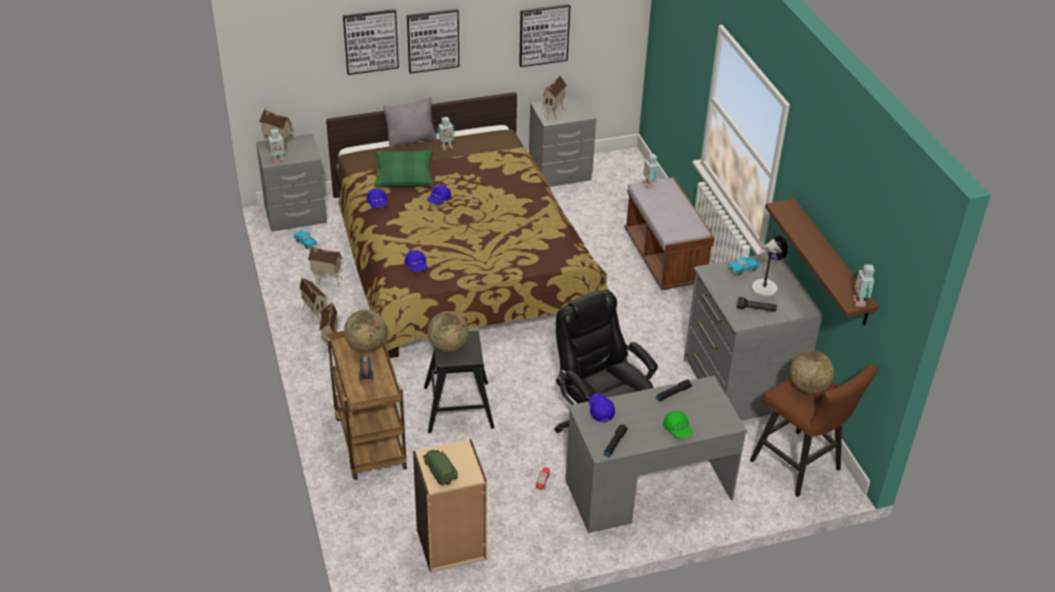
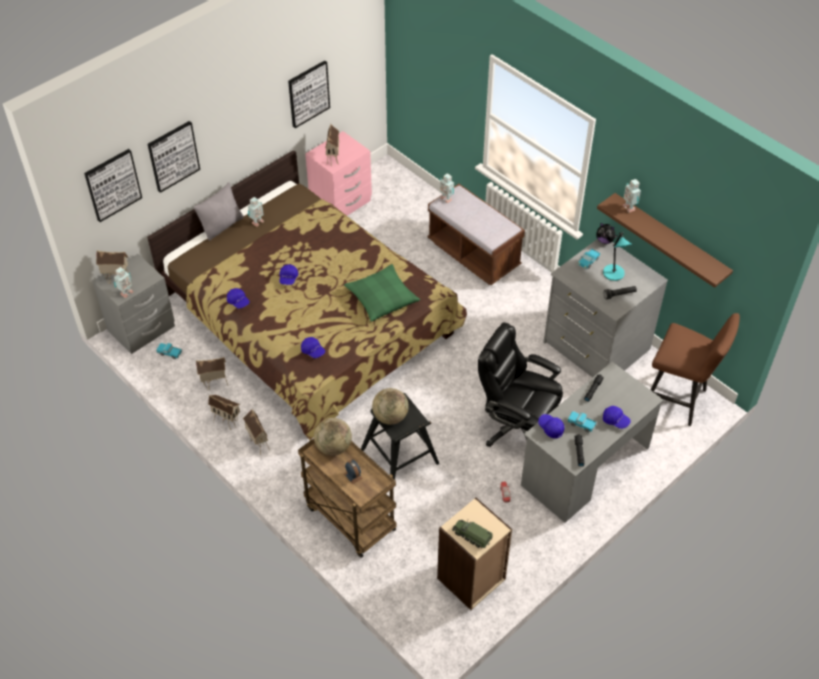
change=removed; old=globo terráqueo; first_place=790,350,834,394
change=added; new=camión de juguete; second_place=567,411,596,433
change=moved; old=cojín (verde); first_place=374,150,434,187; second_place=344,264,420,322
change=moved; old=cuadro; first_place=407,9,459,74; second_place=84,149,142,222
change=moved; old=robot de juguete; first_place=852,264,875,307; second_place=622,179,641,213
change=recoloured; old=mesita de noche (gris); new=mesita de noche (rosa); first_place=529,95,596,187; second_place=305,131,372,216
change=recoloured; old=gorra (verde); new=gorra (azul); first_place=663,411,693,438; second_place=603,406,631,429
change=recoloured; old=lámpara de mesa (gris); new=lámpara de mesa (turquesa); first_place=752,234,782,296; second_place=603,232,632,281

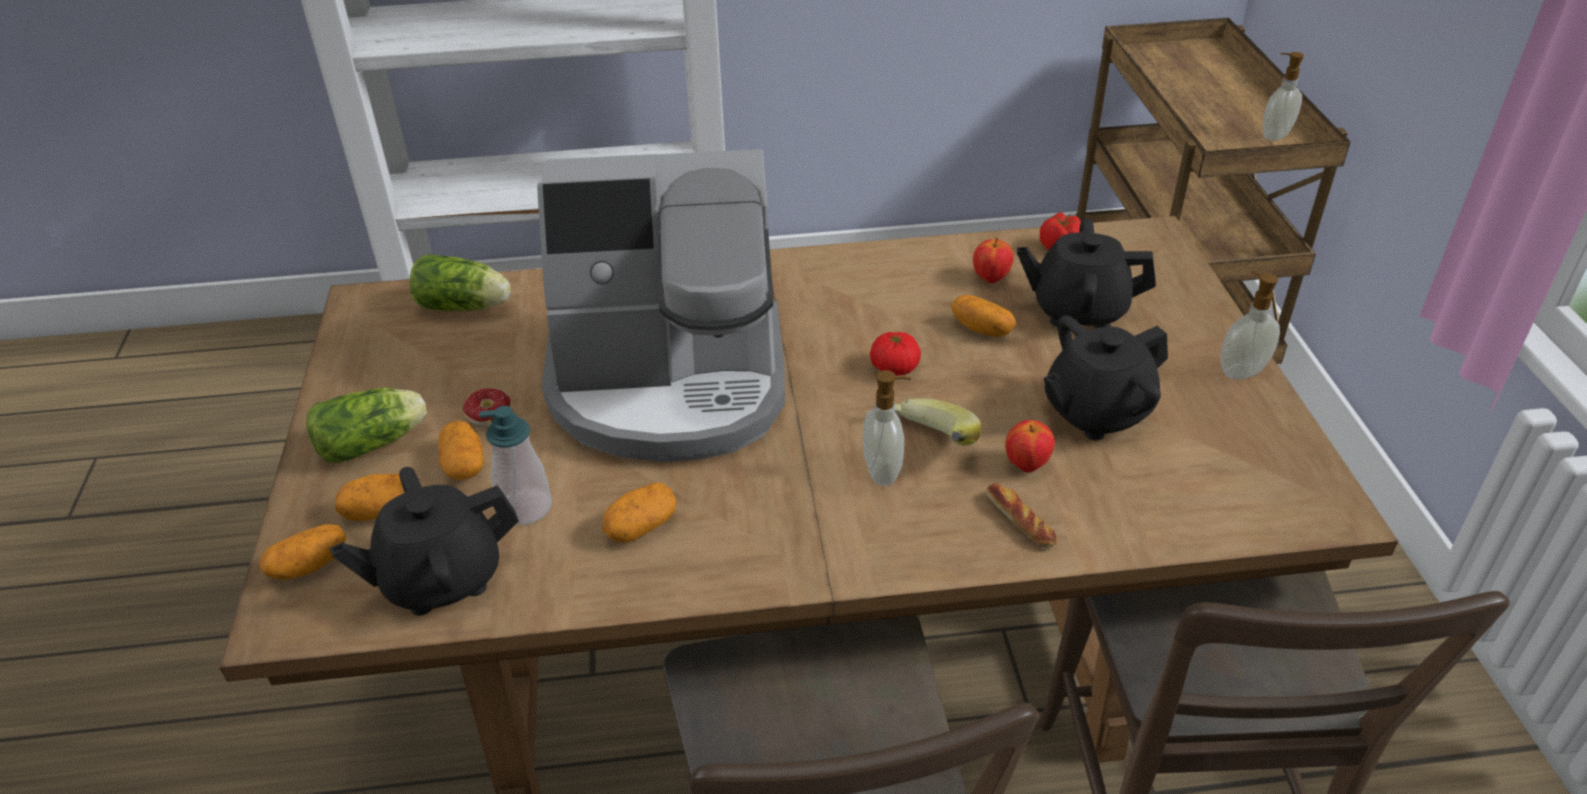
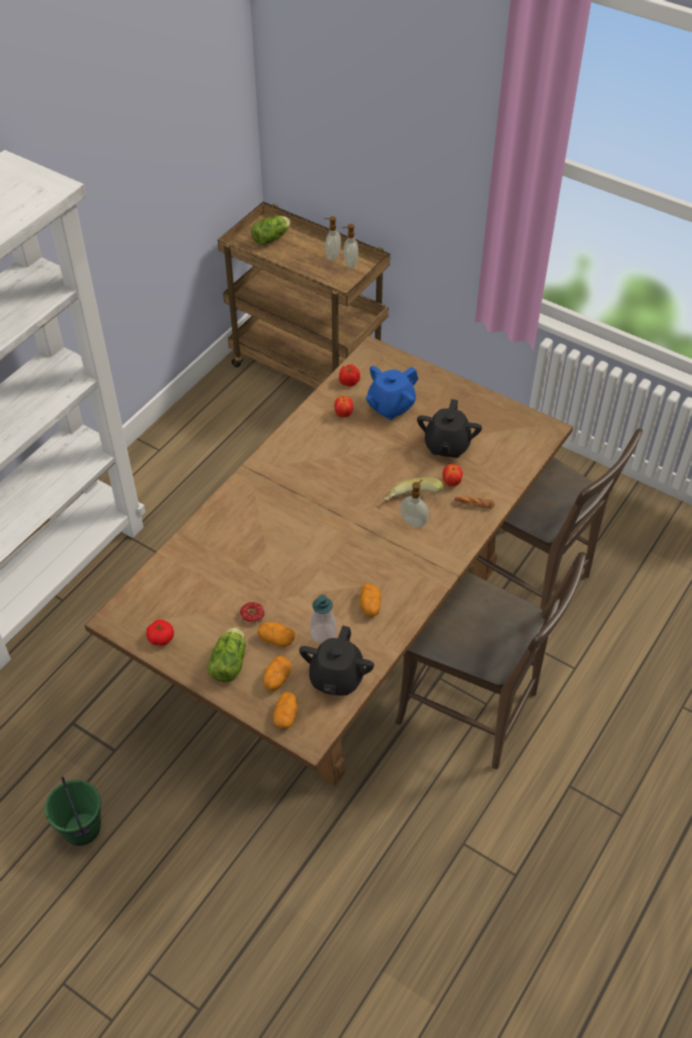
change=removed; old=cafetera; first_place=537,149,785,462
change=removed; old=patata; first_place=951,295,1017,337
change=added; new=cubo (verde); second_place=44,777,101,846
change=moved; old=lechuga; first_place=410,254,511,311; second_place=251,216,291,245
change=moved; old=tomate; first_place=870,332,921,376; second_place=146,620,174,646
change=moved; old=dispensador de jabón; first_place=1220,271,1280,380; second_place=324,216,341,261
change=recoloured; old=tetera (negro); new=tetera (azul); first_place=1017,218,1156,328; second_place=365,366,418,420

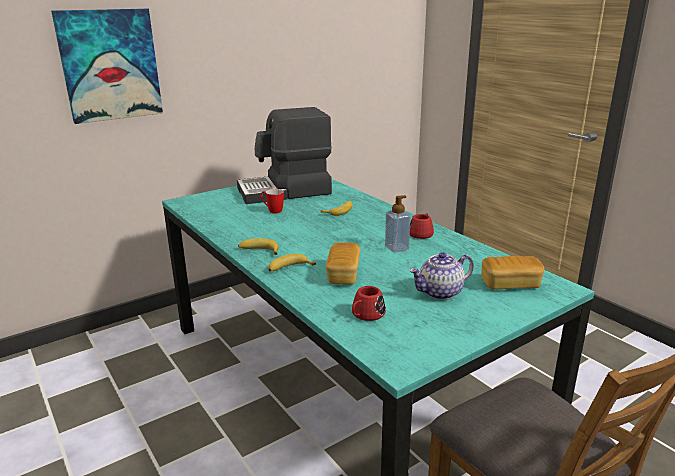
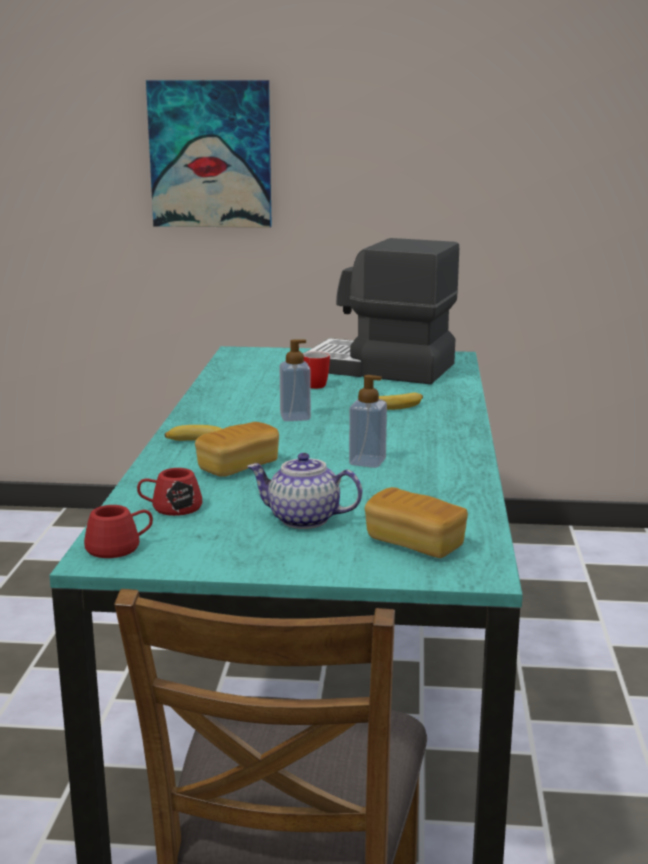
change=removed; old=plátano; first_place=238,238,279,255
change=added; new=dispensador de jabón; second_place=280,339,311,421
change=moved; old=taza grande (rojo); first_place=410,213,434,239; second_place=84,505,153,558

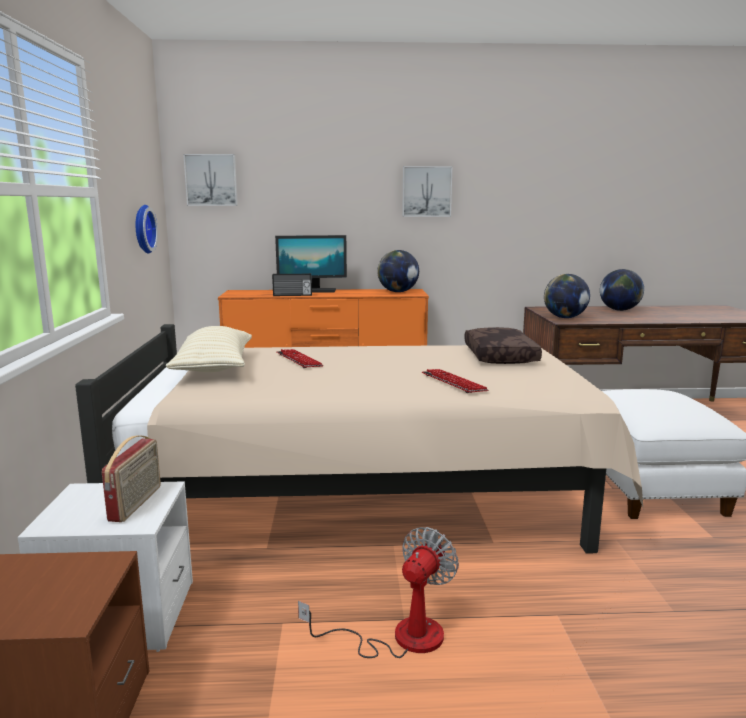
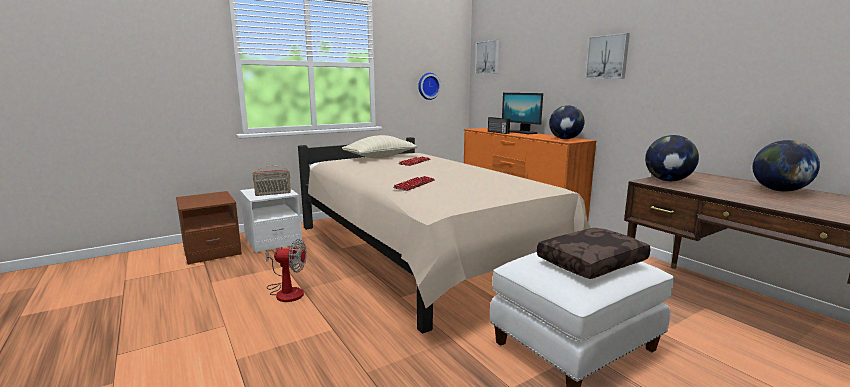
change=moved; old=cojín (marrón); first_place=464,327,542,364; second_place=537,228,651,279

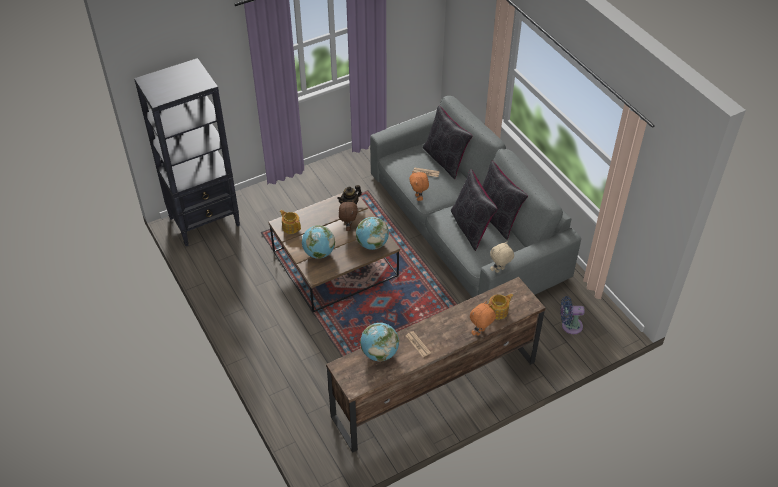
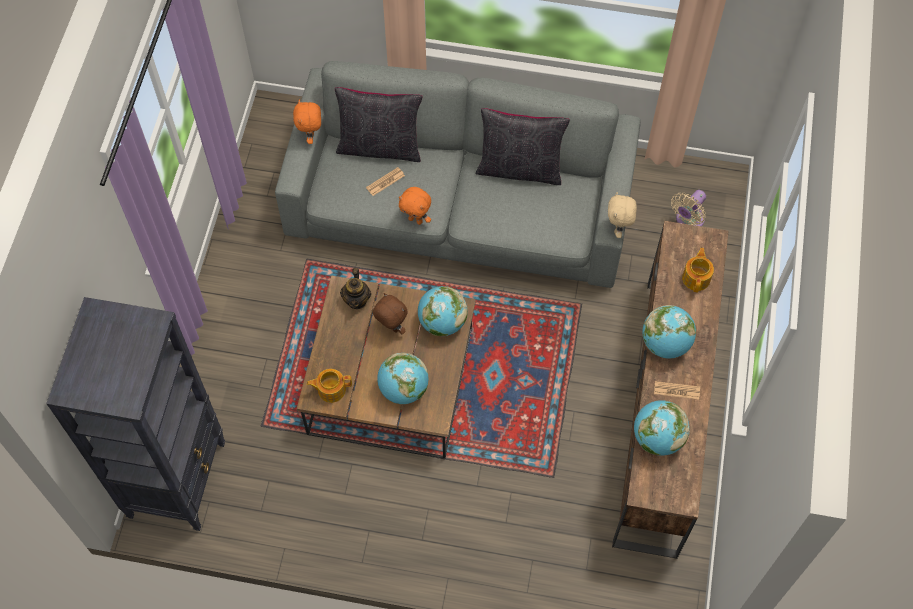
change=removed; old=cojín (negro); first_place=451,169,498,251
change=added; new=globo terráqueo; second_place=642,305,696,358
change=moved; old=peluche (naranja); first_place=470,301,496,336; second_place=293,100,321,144
change=recoloured; old=ventilador (azul); new=ventilador (beis); first_place=561,296,585,334; second_place=671,190,706,226

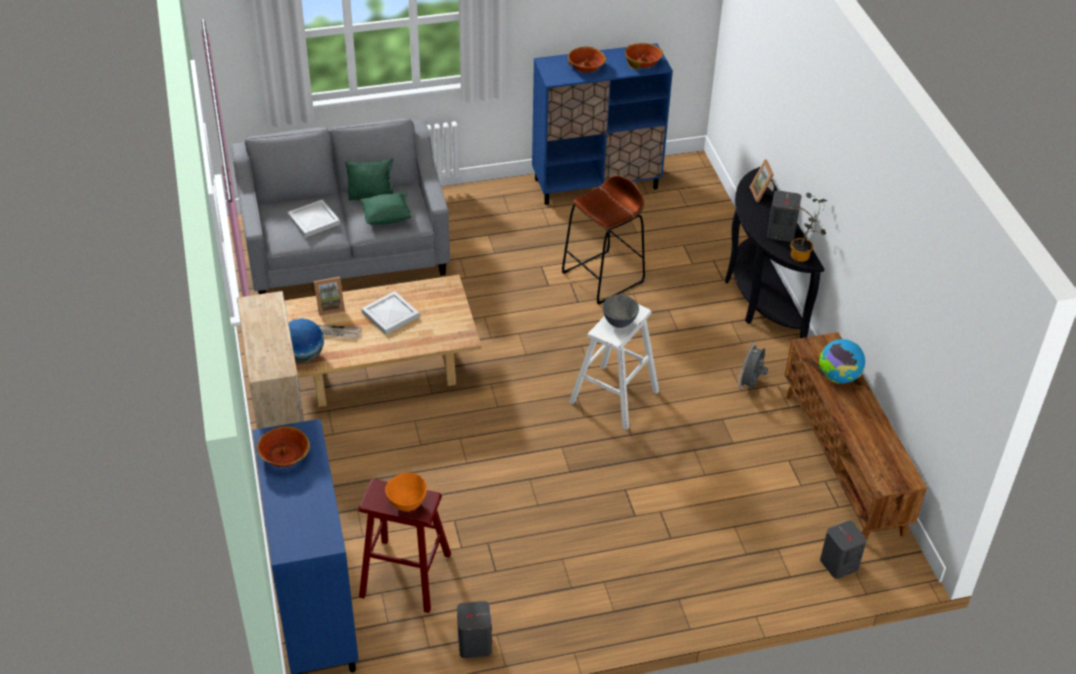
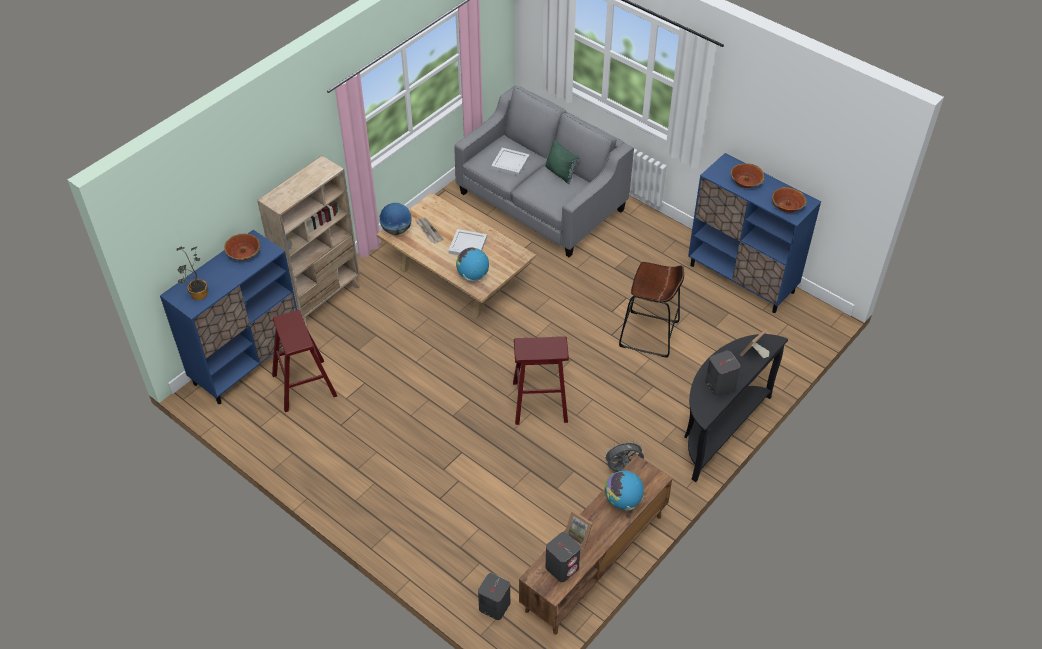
change=removed; old=cojín (verde); first_place=360,192,413,225
change=removed; old=cuenco (naranja); first_place=385,473,427,511
change=removed; old=cuenco (gris); first_place=602,294,639,328
change=added; new=globo terráqueo; second_place=456,248,489,281
change=moved; old=portarretratos; first_place=314,277,345,316; second_place=565,510,593,550
change=moved; old=altavoz (gris); first_place=457,601,492,658; second_place=545,532,581,582
change=moved; old=planta en maceta; first_place=789,193,828,262; second_place=177,247,208,300
change=recoloured; old=taburete (blanco); new=taburete (rojo); first_place=569,304,659,430; second_place=513,336,569,425

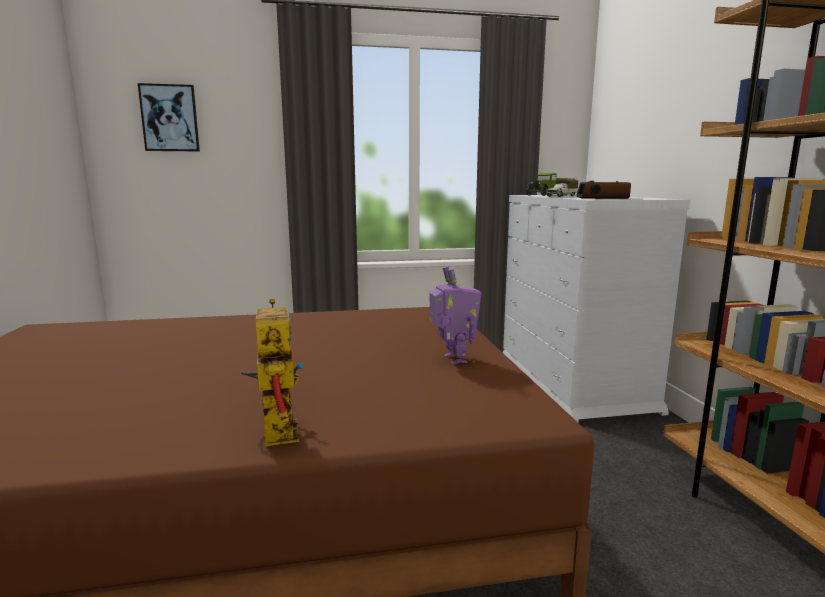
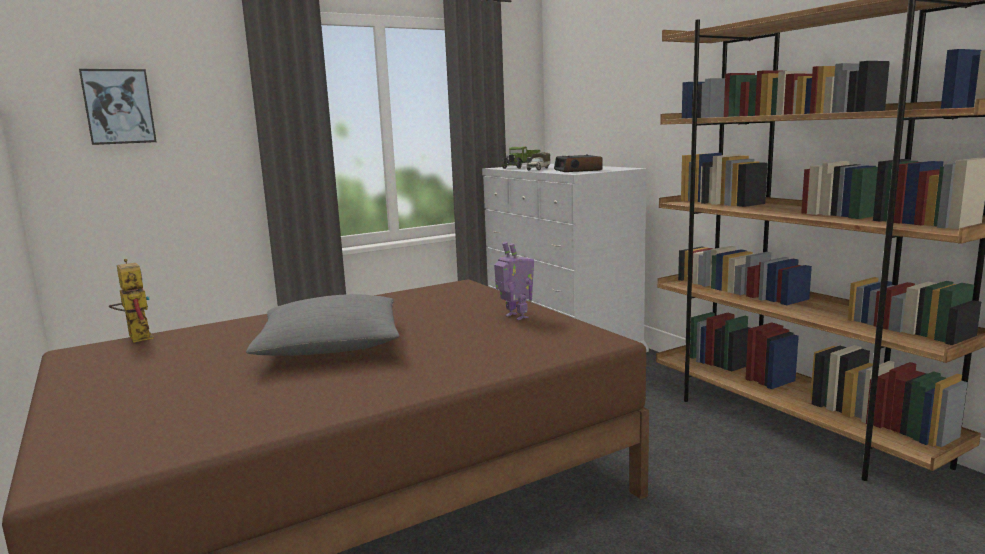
change=added; new=cojín (gris); second_place=246,294,399,356
change=moved; old=robot de juguete; first_place=241,299,303,446; second_place=109,259,154,343

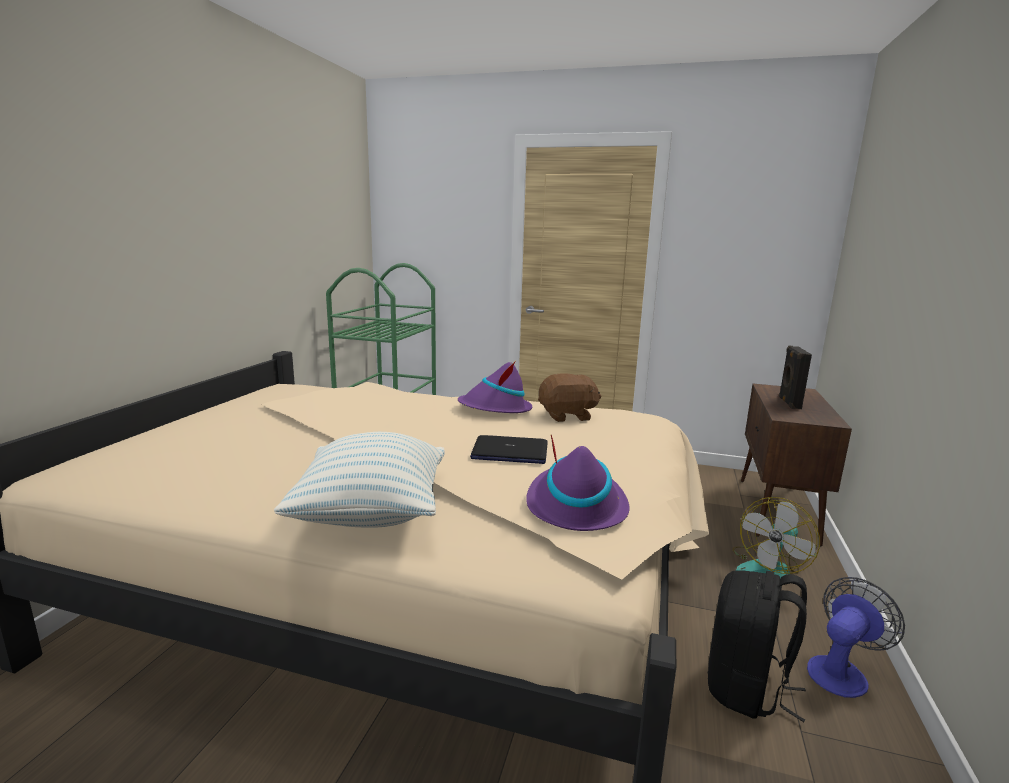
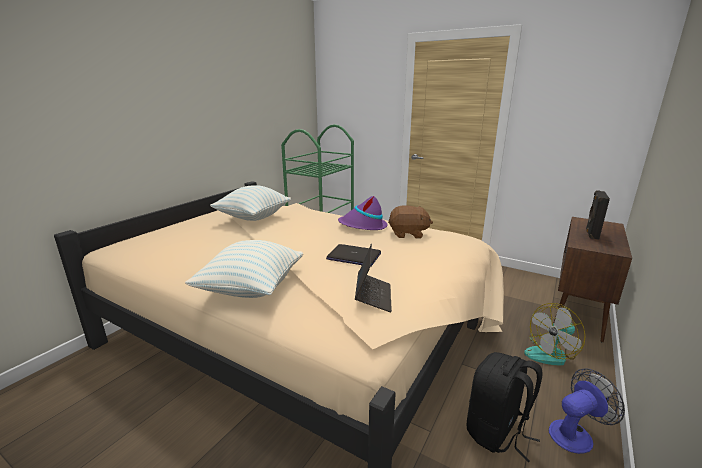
change=added; new=cojín; second_place=210,185,291,221
change=replaced; old=sombrero (morado); new=portátil; first_place=526,434,629,531; second_place=355,244,392,313

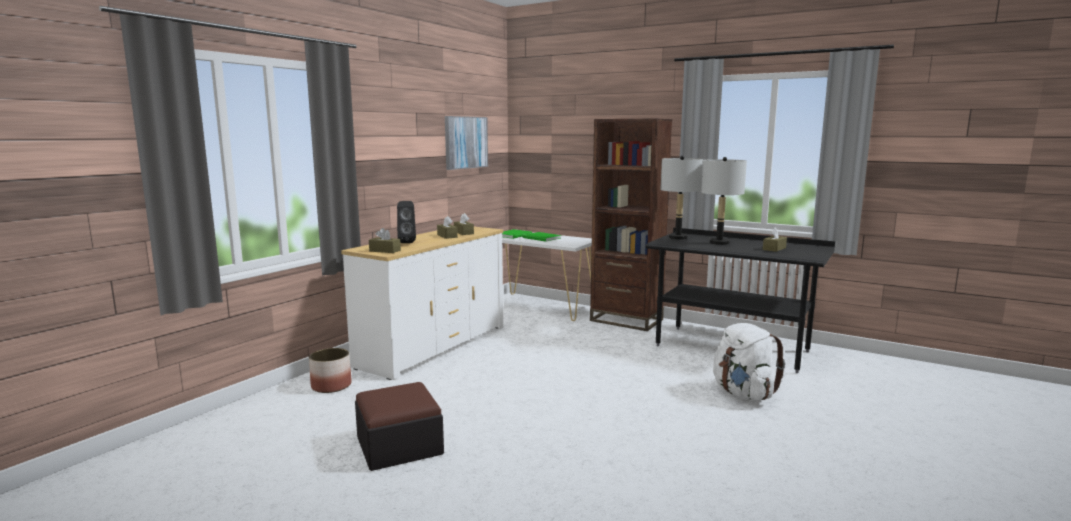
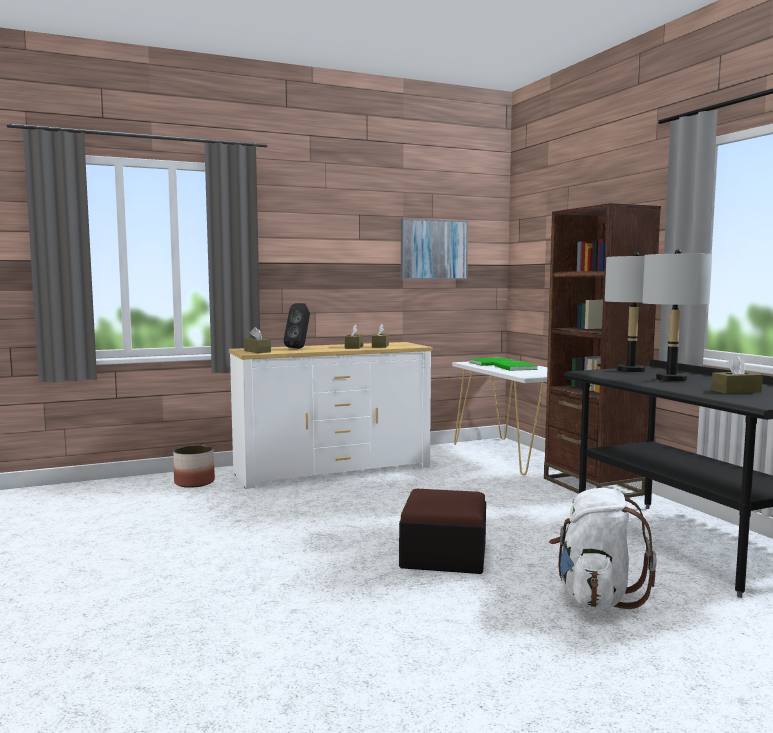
change=moved; old=puf; first_place=355,382,444,471; second_place=399,489,486,574

